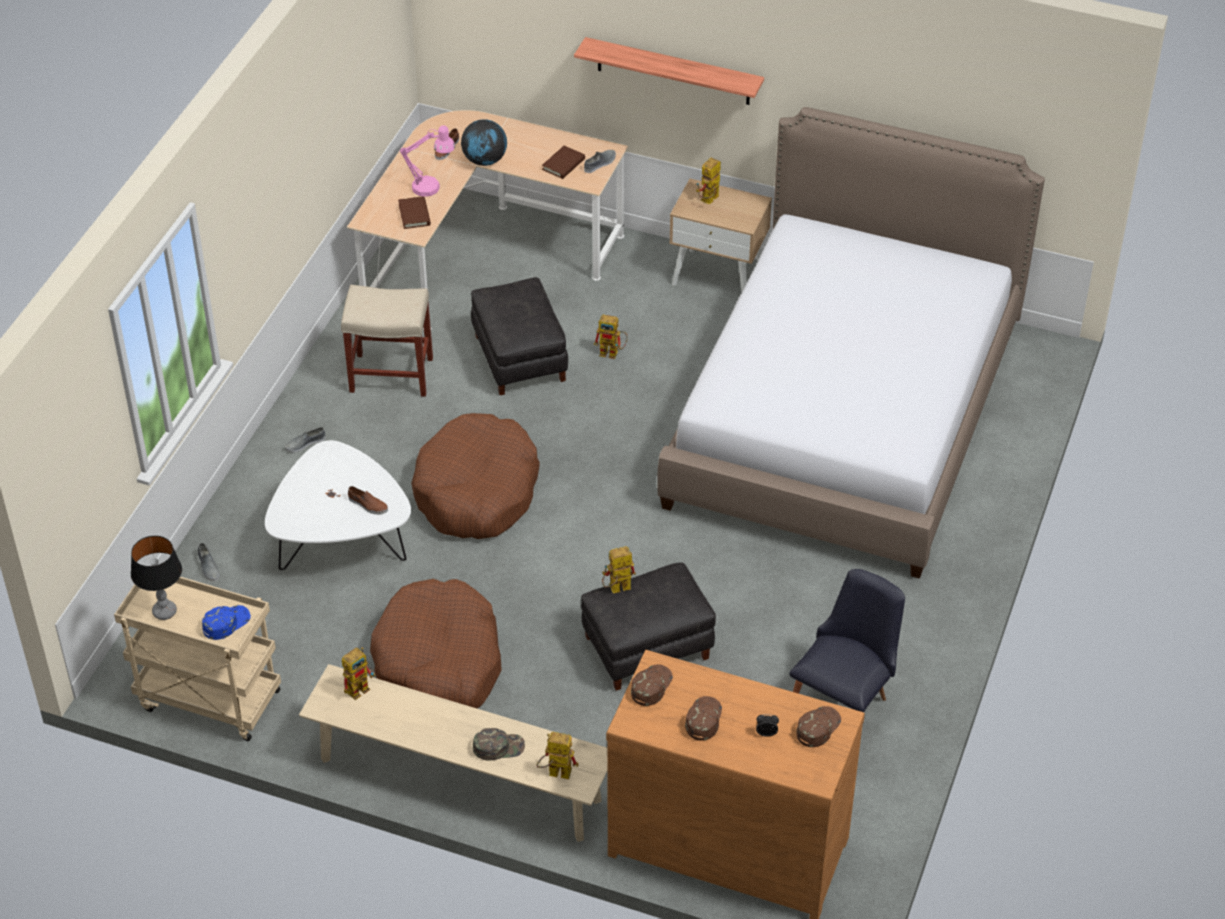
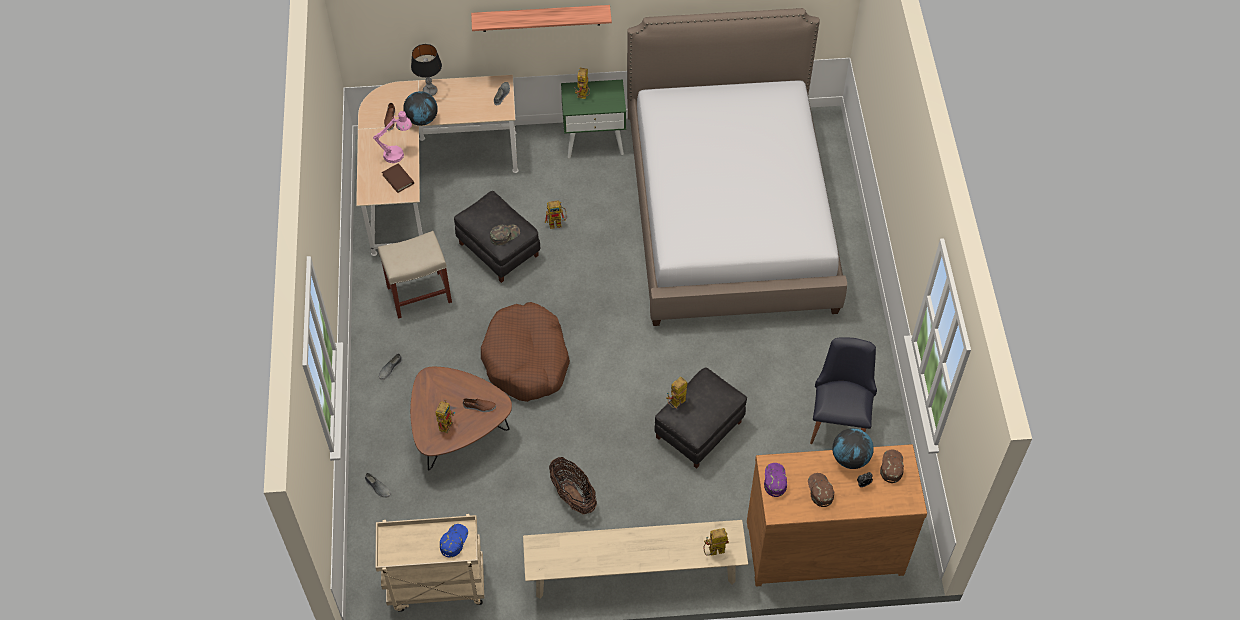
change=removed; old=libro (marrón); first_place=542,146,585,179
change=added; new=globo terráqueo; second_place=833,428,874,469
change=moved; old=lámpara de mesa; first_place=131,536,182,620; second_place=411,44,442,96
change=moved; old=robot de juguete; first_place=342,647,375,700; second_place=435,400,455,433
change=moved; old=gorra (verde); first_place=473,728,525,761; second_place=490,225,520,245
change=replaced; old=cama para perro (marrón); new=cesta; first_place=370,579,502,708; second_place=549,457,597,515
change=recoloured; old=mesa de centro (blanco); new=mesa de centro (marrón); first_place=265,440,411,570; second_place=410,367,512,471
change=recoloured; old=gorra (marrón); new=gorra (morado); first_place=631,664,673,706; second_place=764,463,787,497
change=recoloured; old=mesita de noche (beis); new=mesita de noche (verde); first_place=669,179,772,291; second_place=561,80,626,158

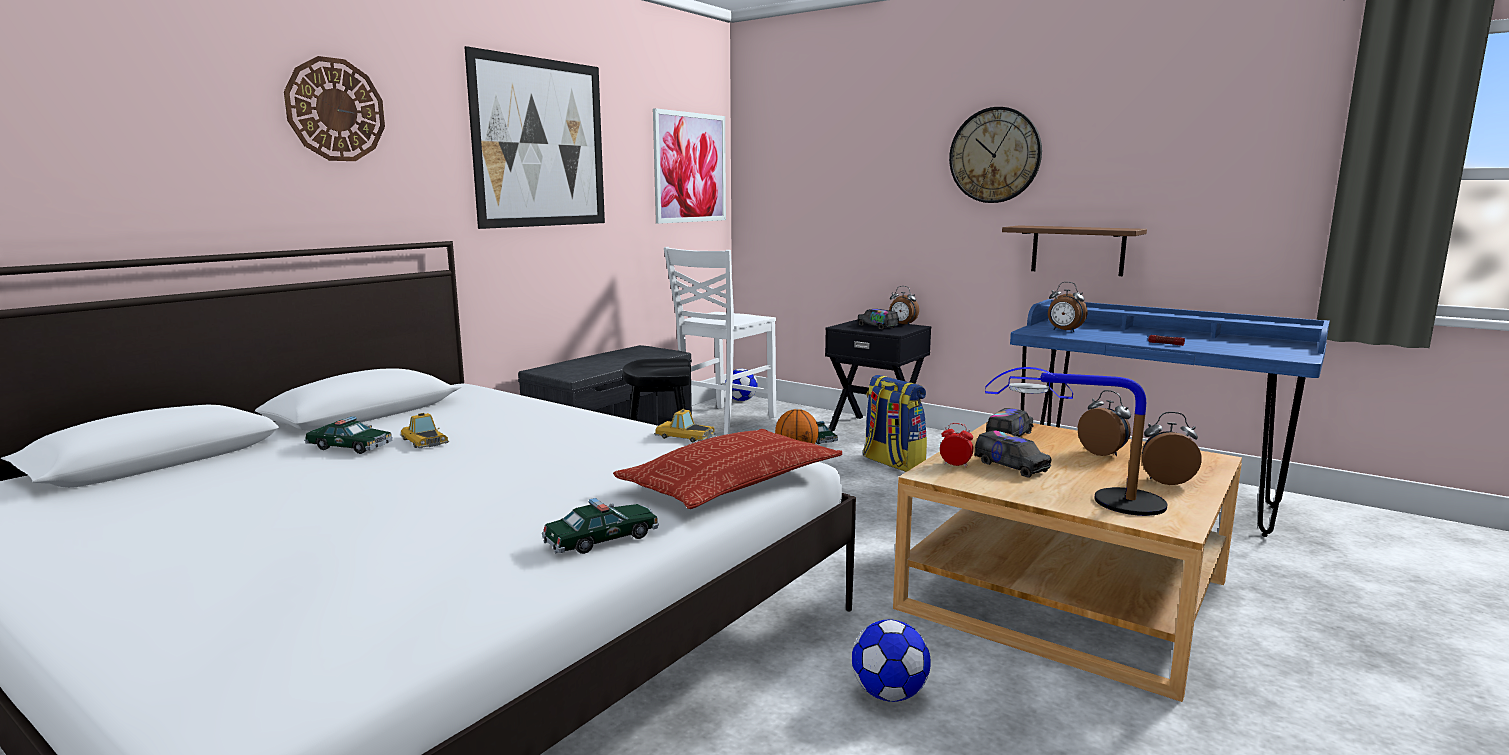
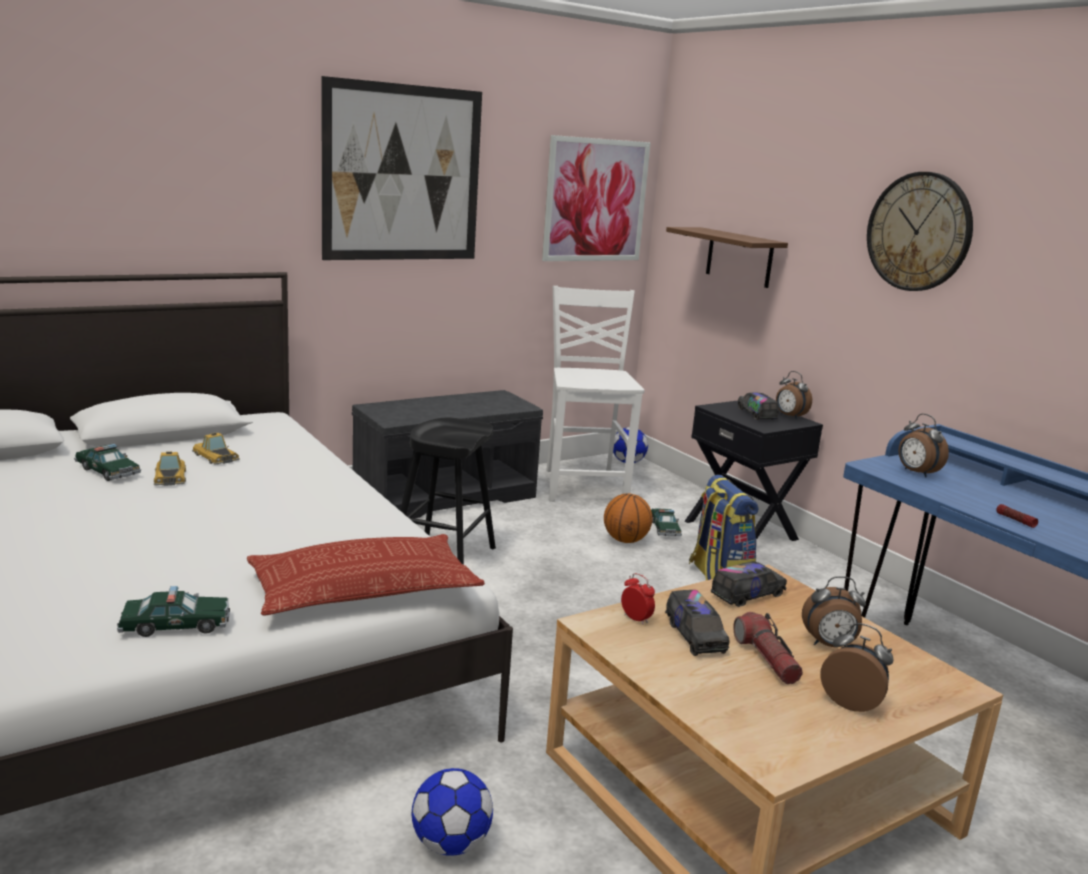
change=removed; old=reloj de pared; first_place=284,56,385,161
change=removed; old=lámpara de mesa; first_place=985,367,1167,516
change=added; new=linterna; second_place=733,612,803,684
change=moved; old=coche de juguete; first_place=655,409,716,442; second_place=192,433,240,465
change=moved; old=estante (marrón); first_place=1002,225,1147,276; second_place=666,227,788,288
change=turned; old=silla (blanco); first_place=664,247,776,435; second_place=547,286,644,502; degrees=120
change=turned; old=despertador; first_place=1078,390,1131,456; second_place=802,576,866,647; degrees=105

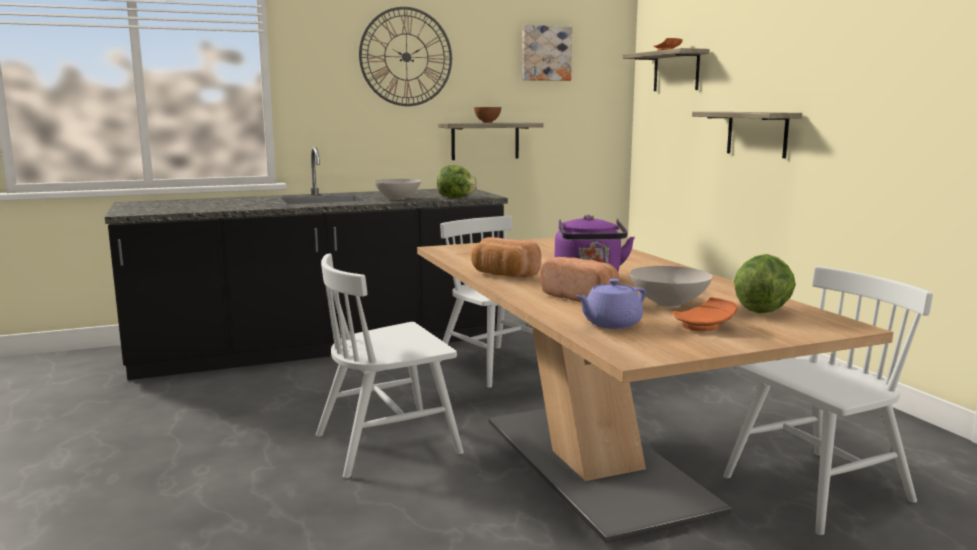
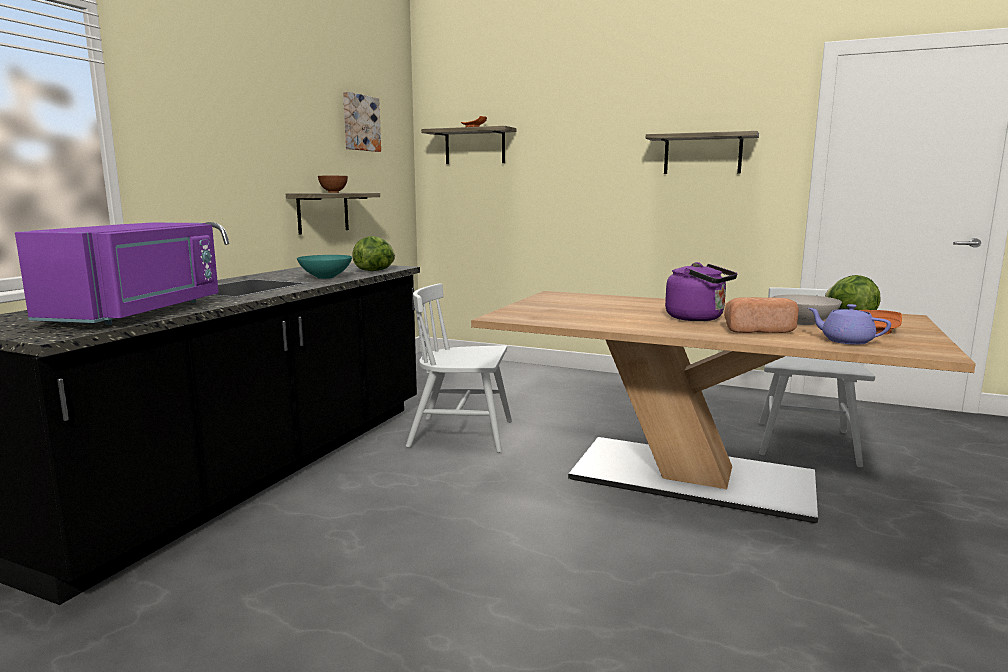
change=removed; old=silla (blanco); first_place=316,254,464,478
change=removed; old=reloj de pared; first_place=359,7,452,106
change=removed; old=pan; first_place=471,237,542,277
change=added; new=microondas (morado); second_place=15,222,219,325
change=moved; old=estante; first_place=692,112,802,158; second_place=646,131,759,174
change=recoloured; old=cuenco (blanco); new=cuenco (turquesa); first_place=374,179,421,200; second_place=297,255,352,279
change=turned; old=tetera (morado); first_place=576,279,646,329; second_place=808,304,891,345; degrees=120

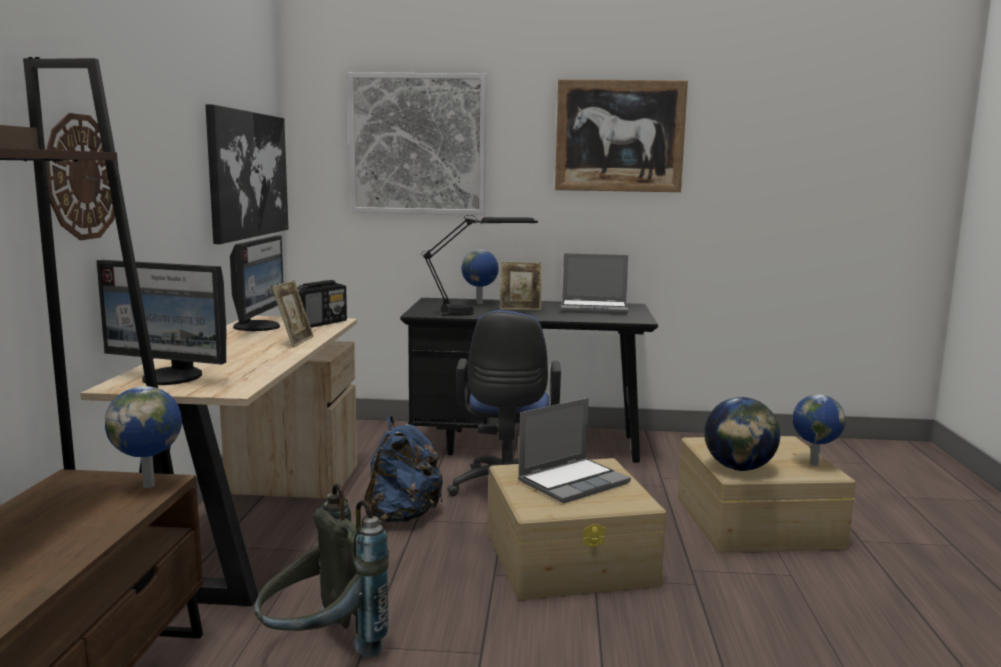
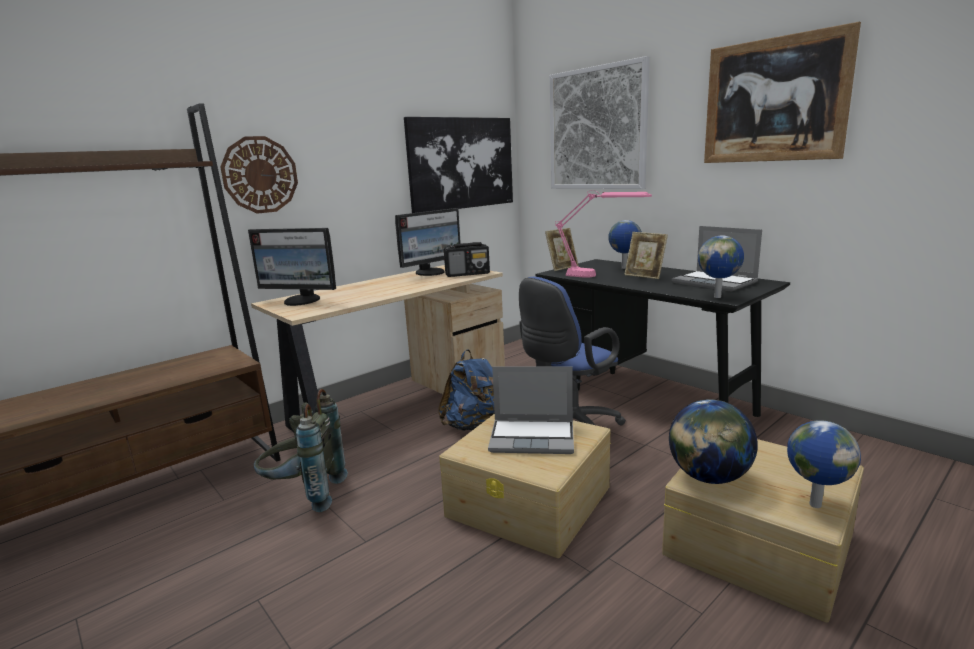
change=moved; old=globo terráqueo; first_place=105,386,182,488; second_place=698,236,744,298
change=moved; old=portarretratos; first_place=272,280,314,347; second_place=545,228,579,271
change=recoloured; old=lámpara de mesa (negro); new=lámpara de mesa (rosa); first_place=422,215,538,316; second_place=555,190,652,278
change=turned; old=monitor; first_place=96,260,226,385; second_place=248,228,336,306; degrees=-45

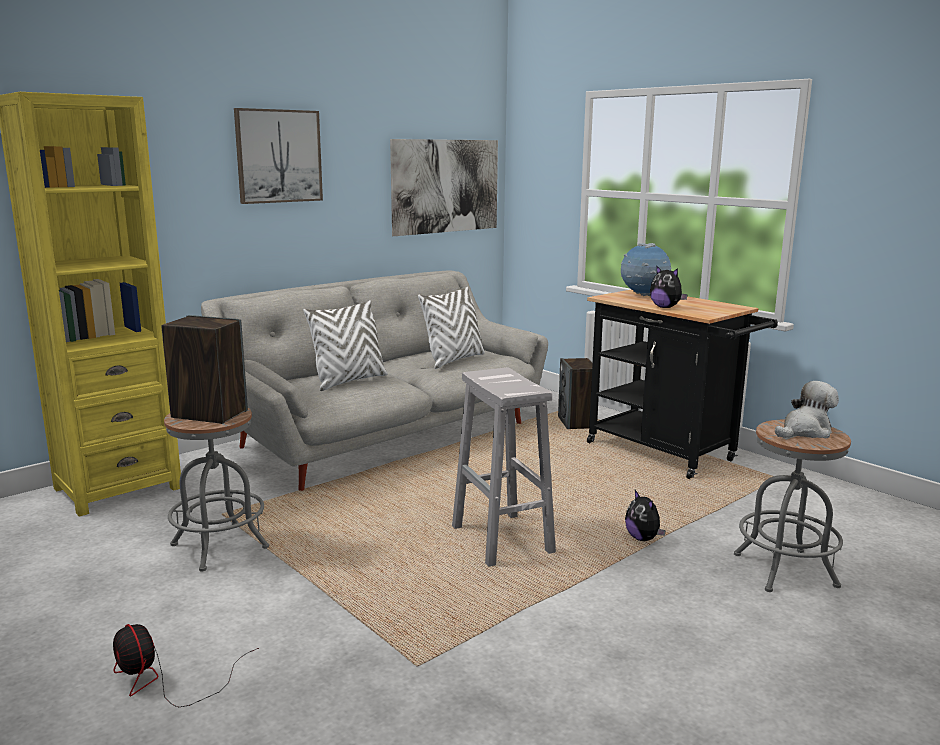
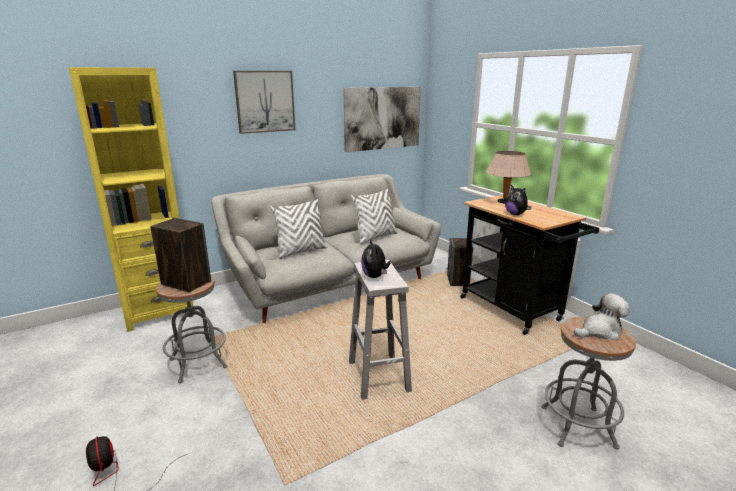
change=moved; old=peluche; first_place=625,490,666,541; second_place=361,239,391,278
change=replaced; old=globo terráqueo; new=lámpara de mesa (beis); first_place=621,243,672,296; second_place=486,151,532,204

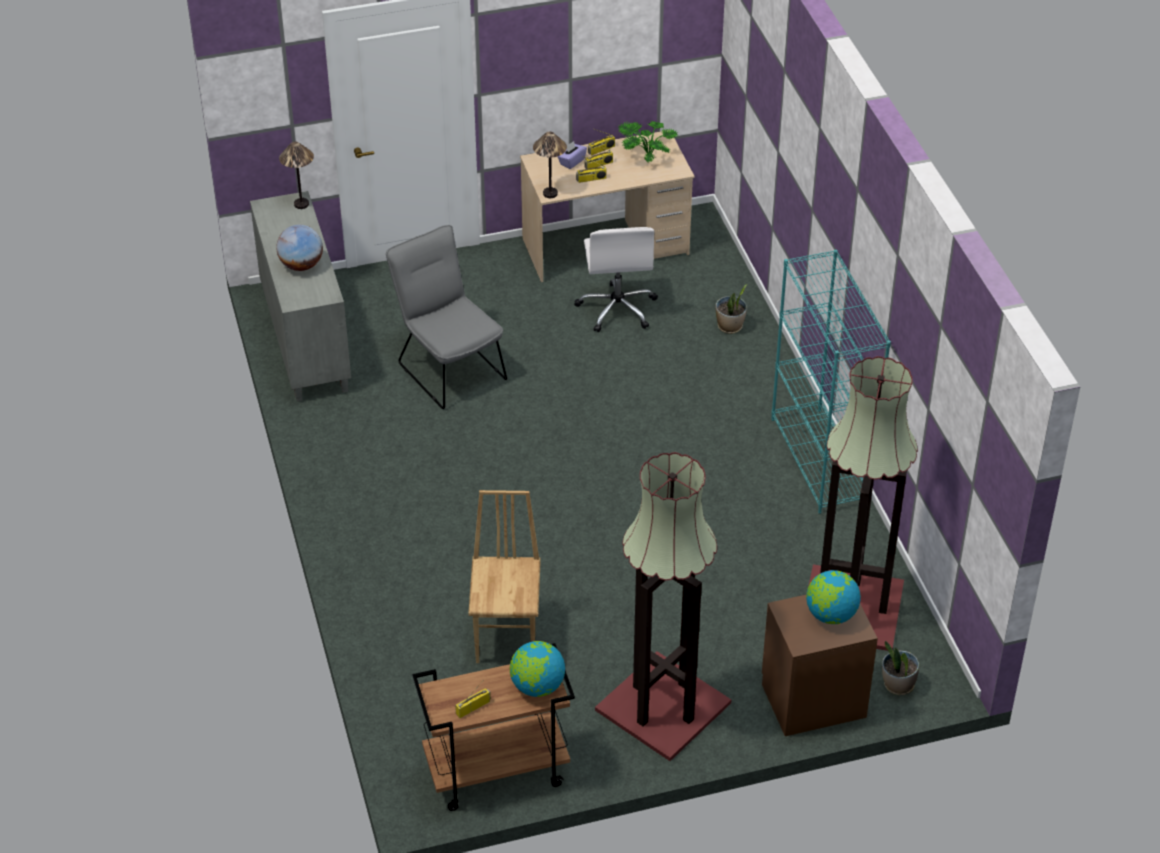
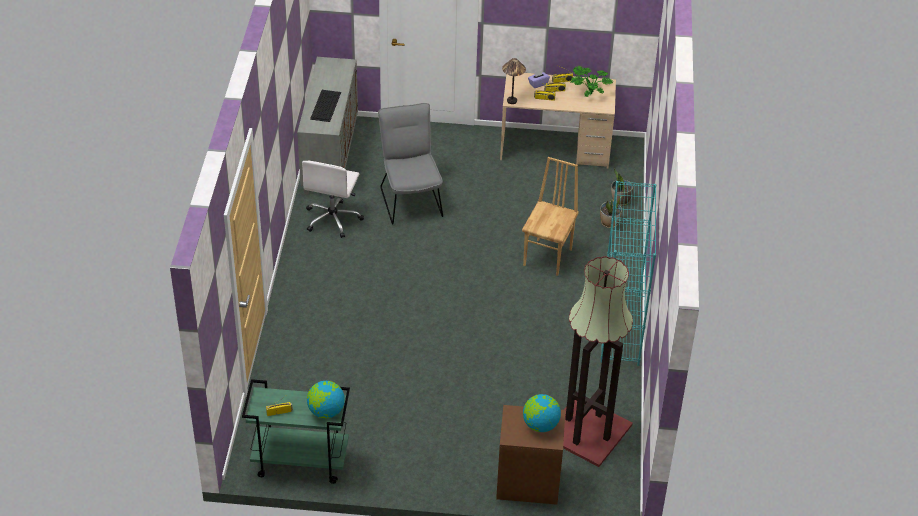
change=removed; old=lámpara de mesa; first_place=279,142,314,209
change=removed; old=lámpara de pie; first_place=595,452,731,761
change=moved; old=silla (marrón); first_place=468,490,541,663; second_place=522,157,579,276
change=moved; old=silla de oficina (blanco); first_place=574,227,658,332; second_place=302,160,364,238
change=moved; old=planta en maceta; first_place=882,641,919,695; second_place=611,168,633,206
change=replaced; old=globo terráqueo; new=teclado; first_place=276,225,323,271; second_place=310,90,341,122
change=recoloured; old=carrito (marrón); new=carrito (verde); first_place=412,643,575,811; second_place=242,379,350,484

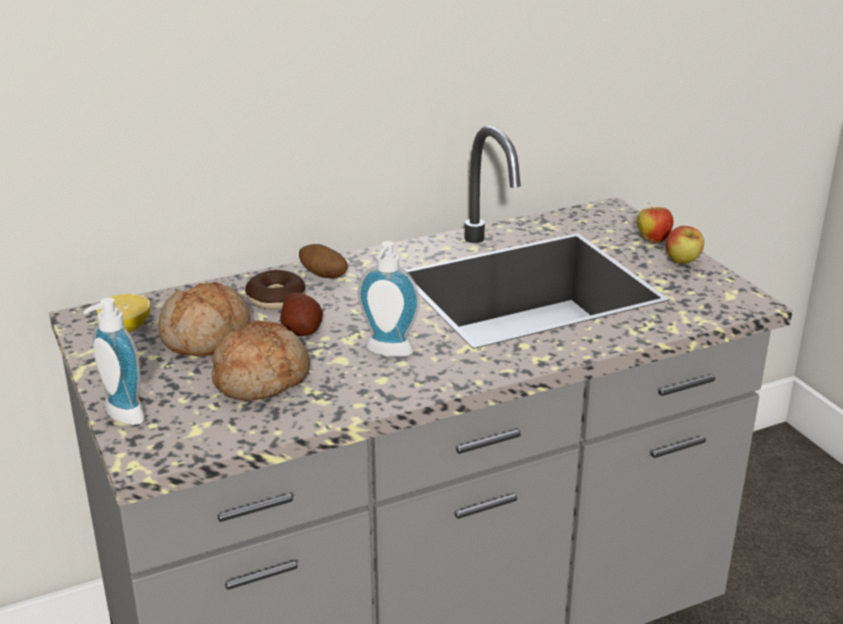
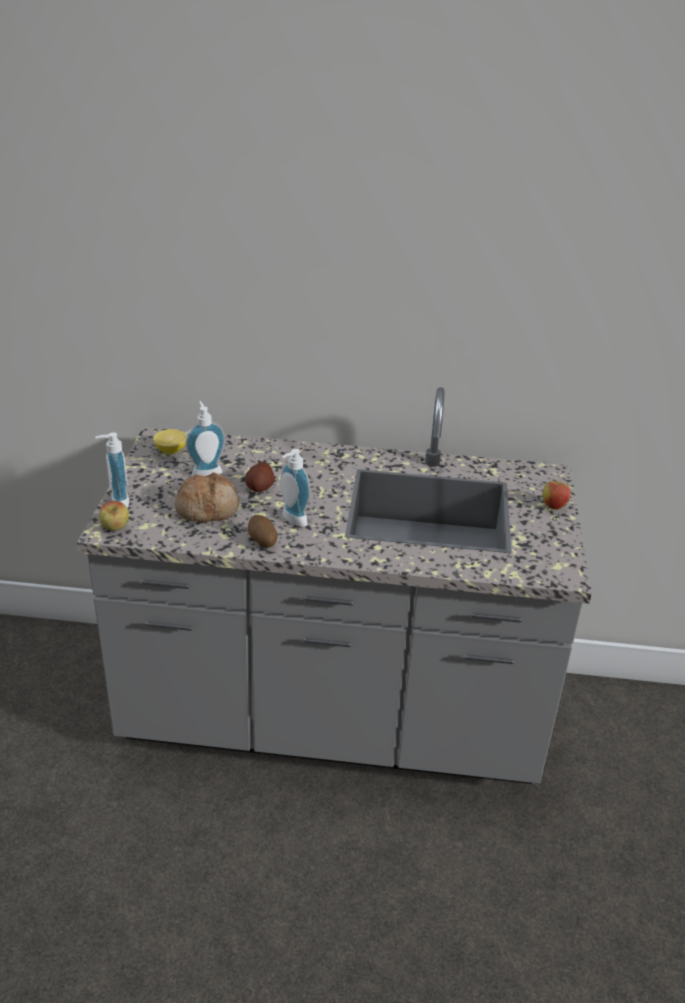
change=removed; old=rosquilla; first_place=245,270,305,310
change=moved; old=patata; first_place=299,244,348,278; second_place=248,515,278,548
change=moved; old=manzana; first_place=666,226,704,264; second_place=99,501,129,531
change=replaced; old=pan; new=dispensador de jabón; first_place=158,282,250,357; second_place=185,401,226,476

